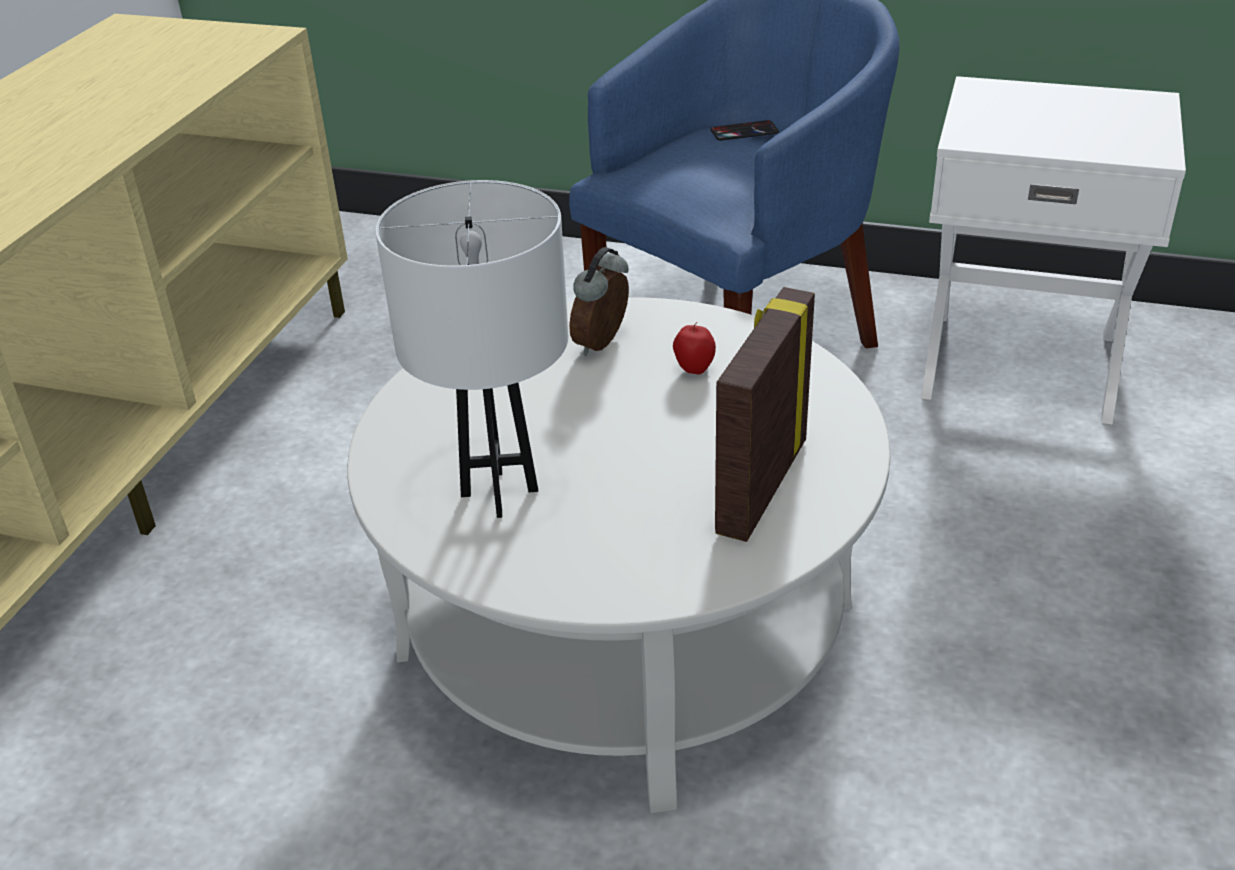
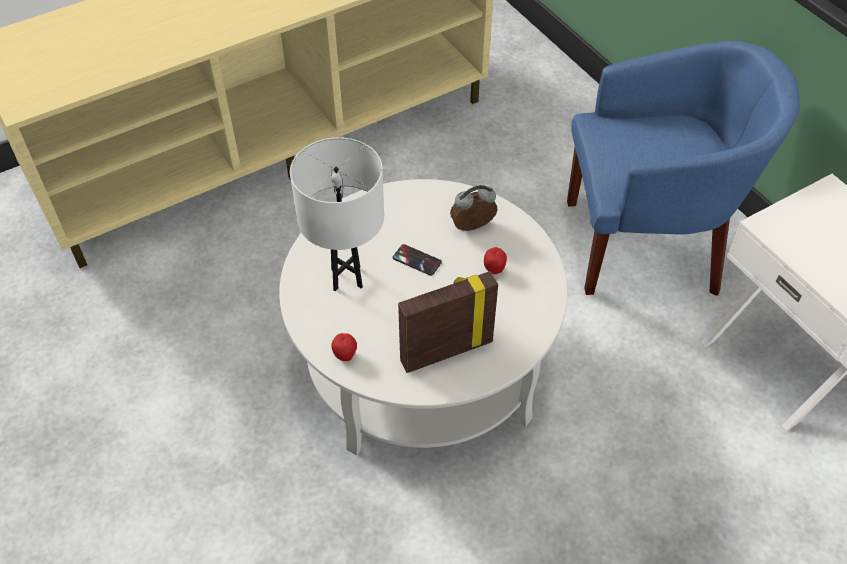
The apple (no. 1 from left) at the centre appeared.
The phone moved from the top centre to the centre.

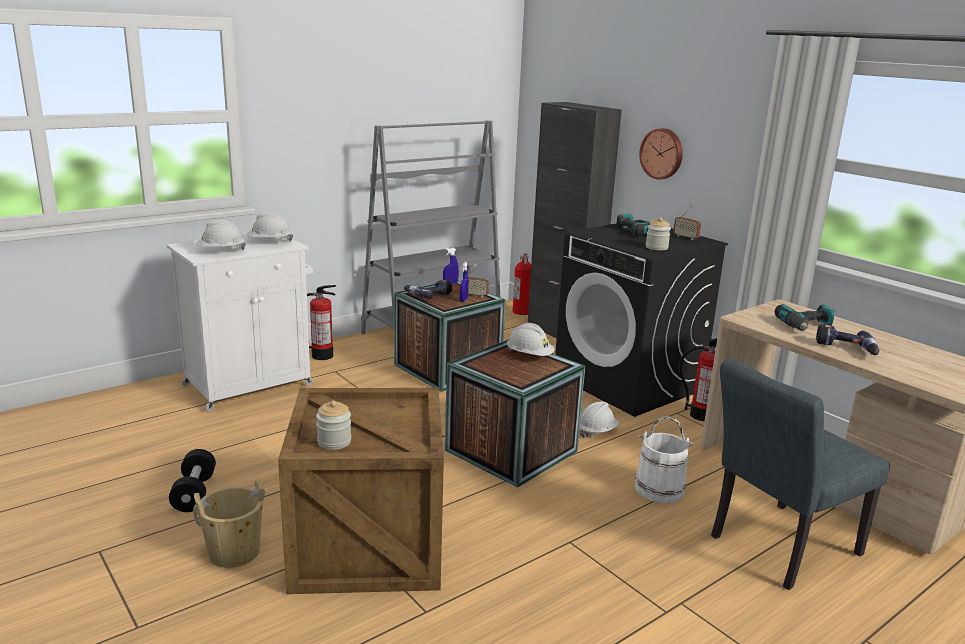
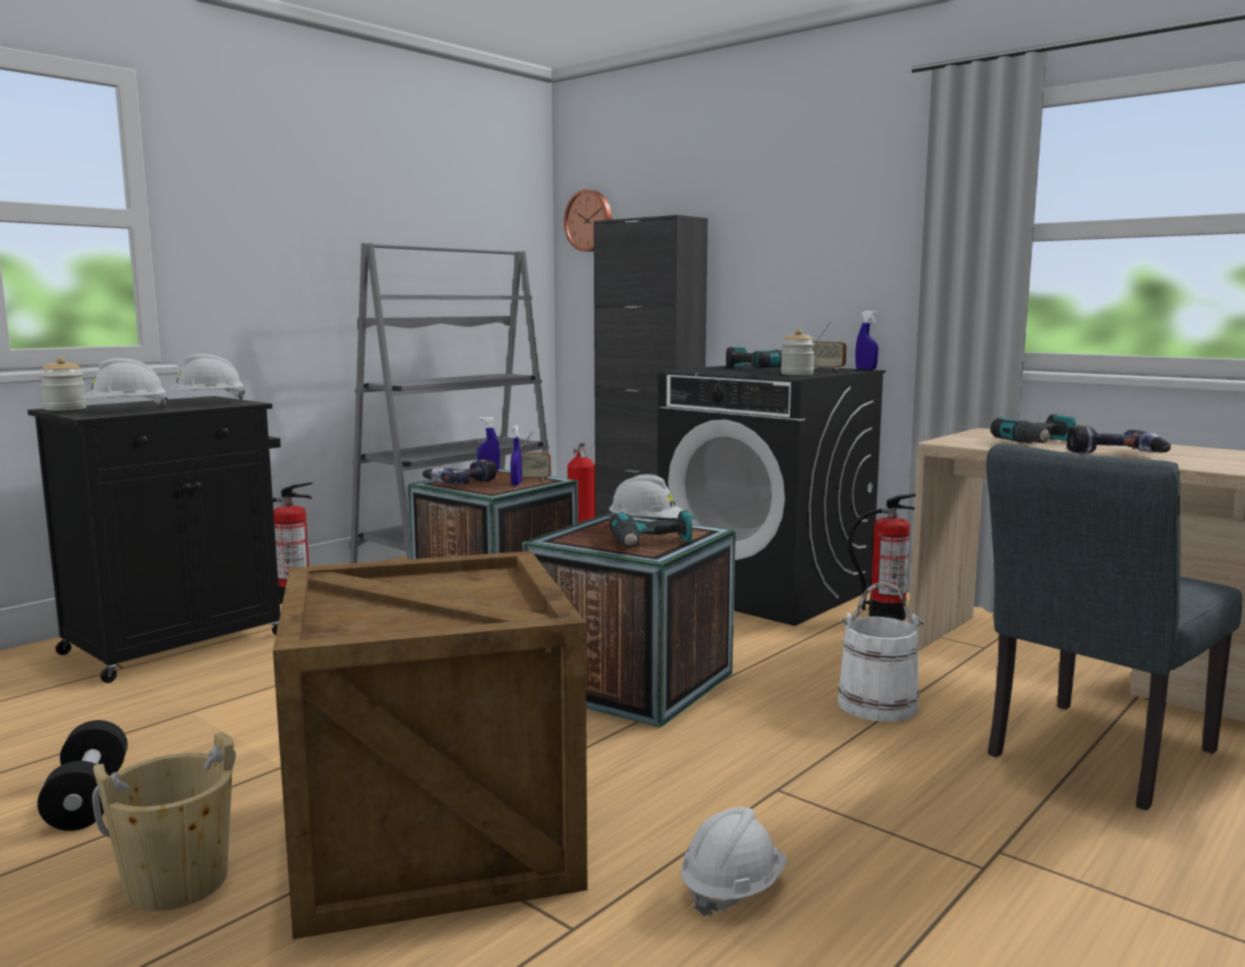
The cabinet in white at the middle left became the cabinet in black (no. 1 from left) at the middle left.
The jar (no. 1 from left) moved from the centre to the middle left.
The wall clock moved from the top right to the top centre.
The power drill (no. 2 from left) at the centre appeared.
The hard hat in white (no. 4 from left) moved from the centre to the bottom centre.
The spray bottle in blue (no. 3 from left) at the middle right appeared.

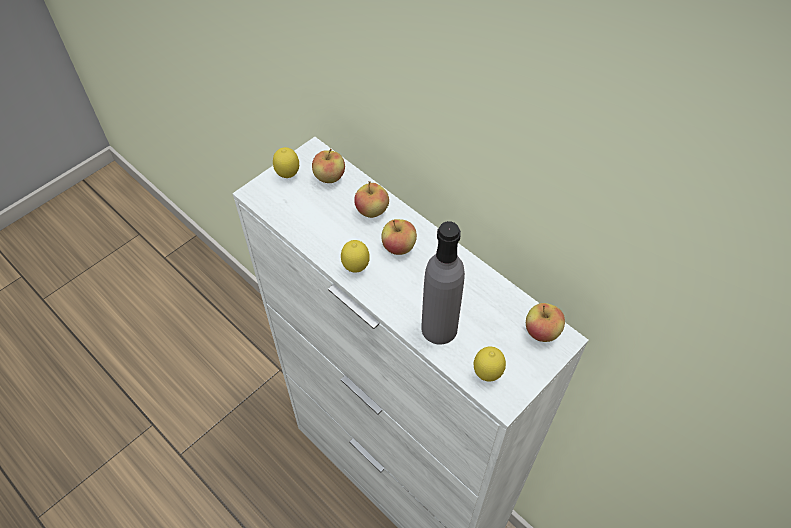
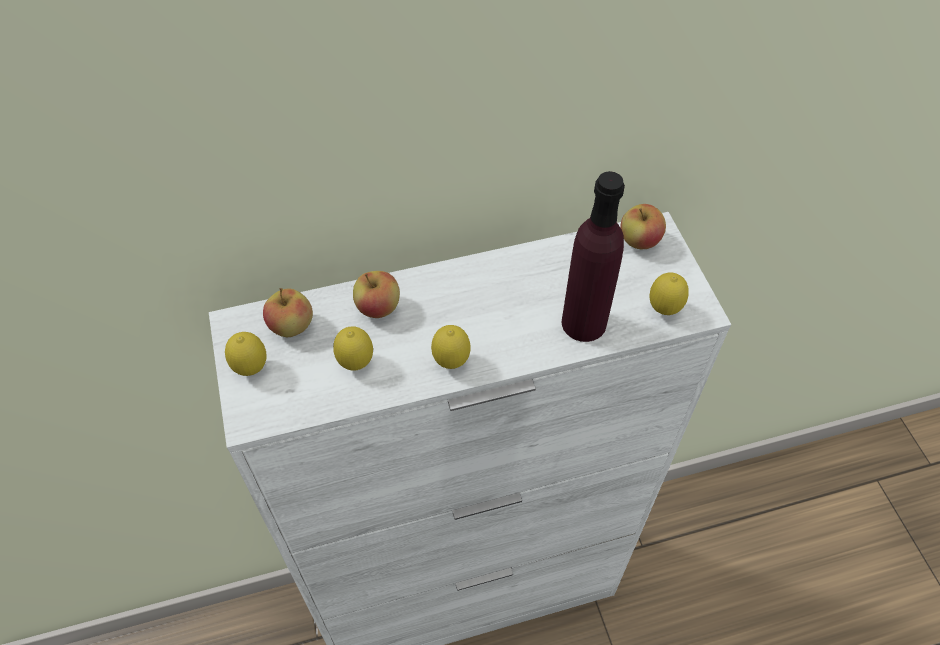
The lemon (no. 2 from left) at the centre appeared.
The bottle in grey at the centre became the bottle in purple at the centre.
The apple (no. 3 from left) at the centre disappeared.

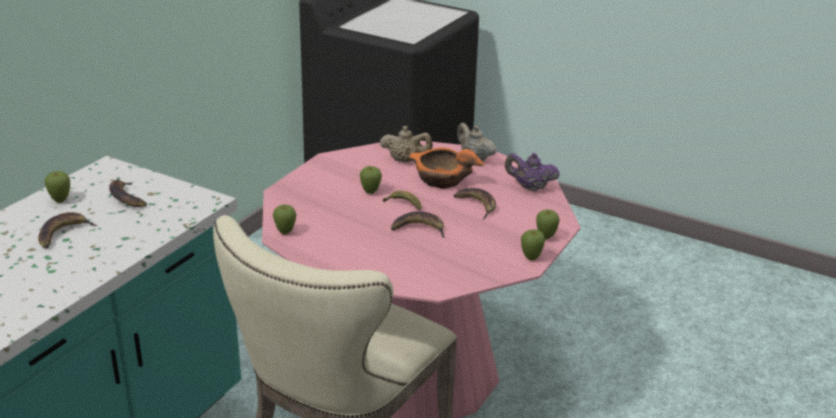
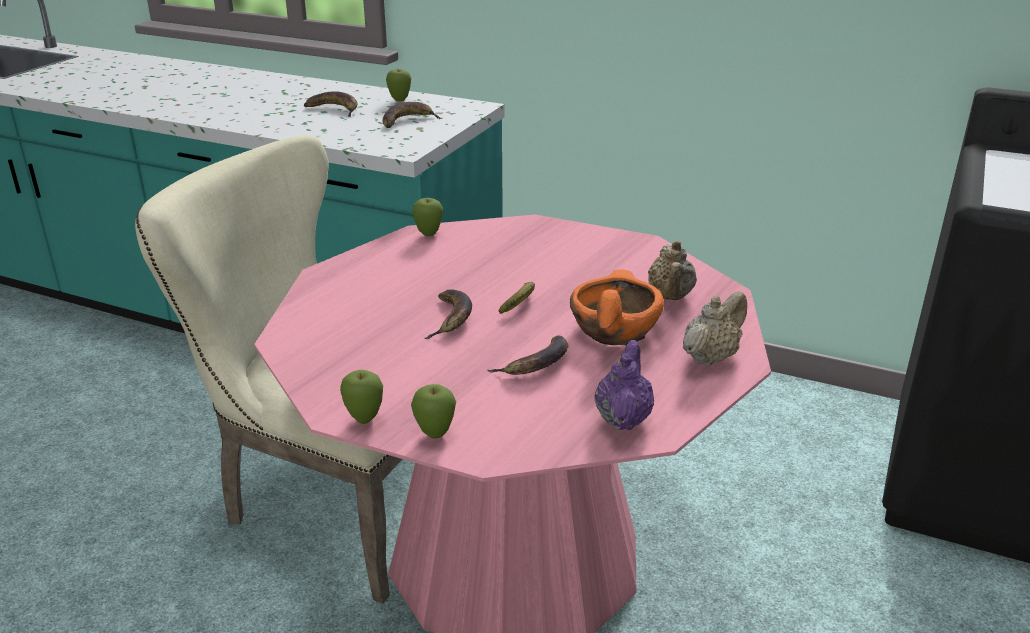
The apple (no. 3 from left) at the centre disappeared.

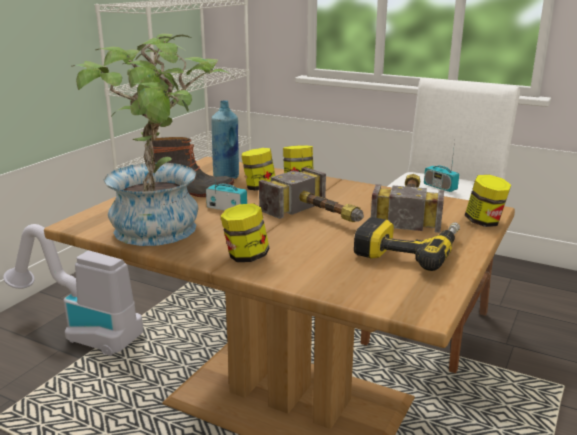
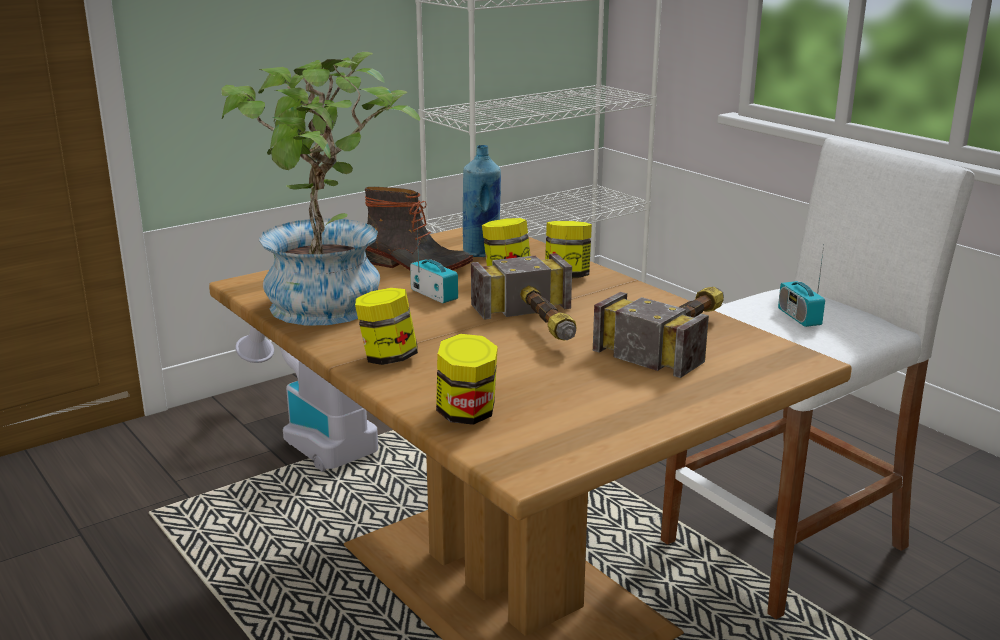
The jar (no. 4 from left in the first image) moved from the middle right to the centre.
The power drill at the middle right disappeared.

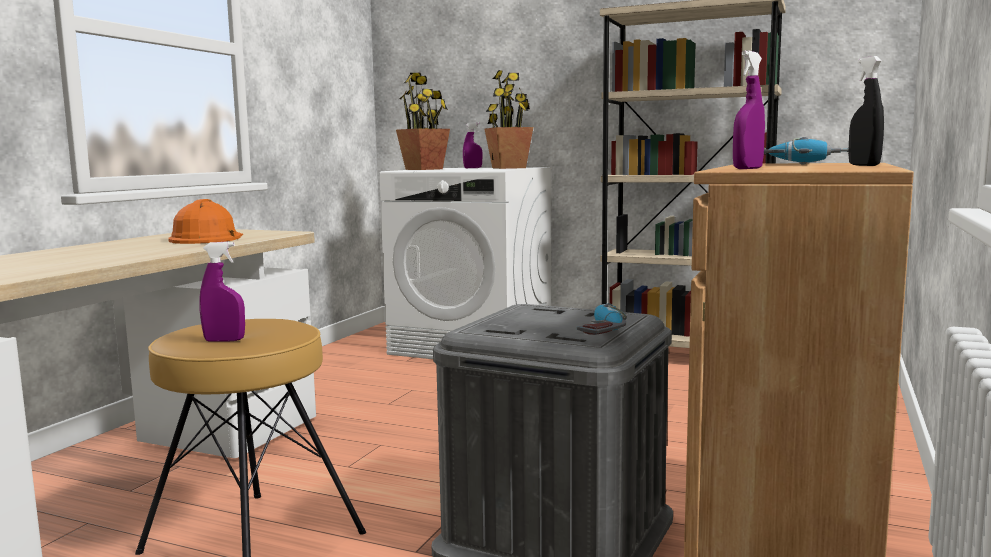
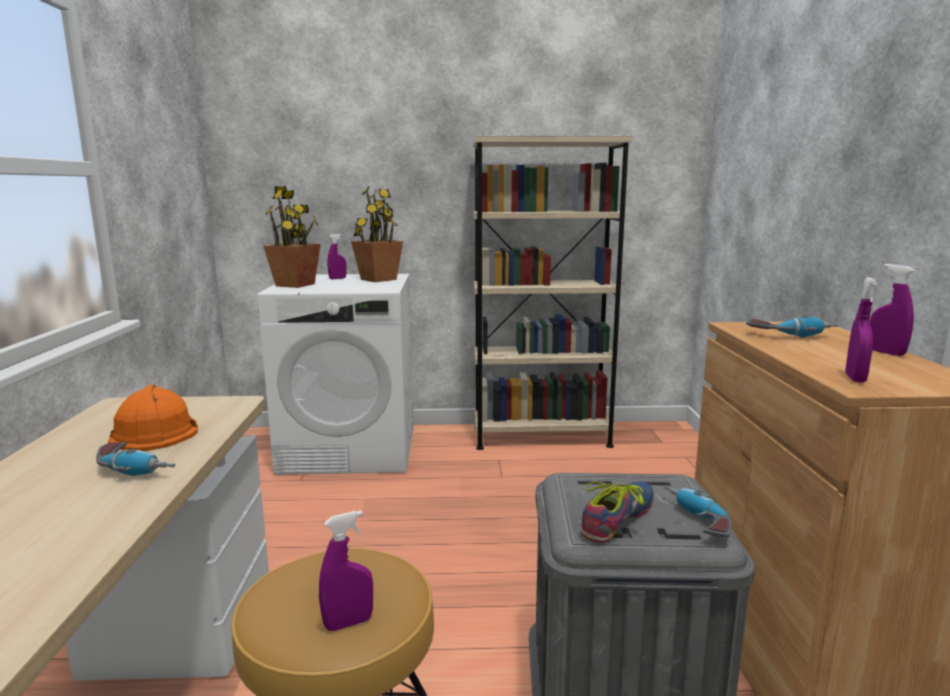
The power drill (no. 1 from left) at the middle left appeared.
The shoe at the bottom centre appeared.
The spray bottle in black at the top right became the spray bottle in purple (no. 4 from left) at the middle right.

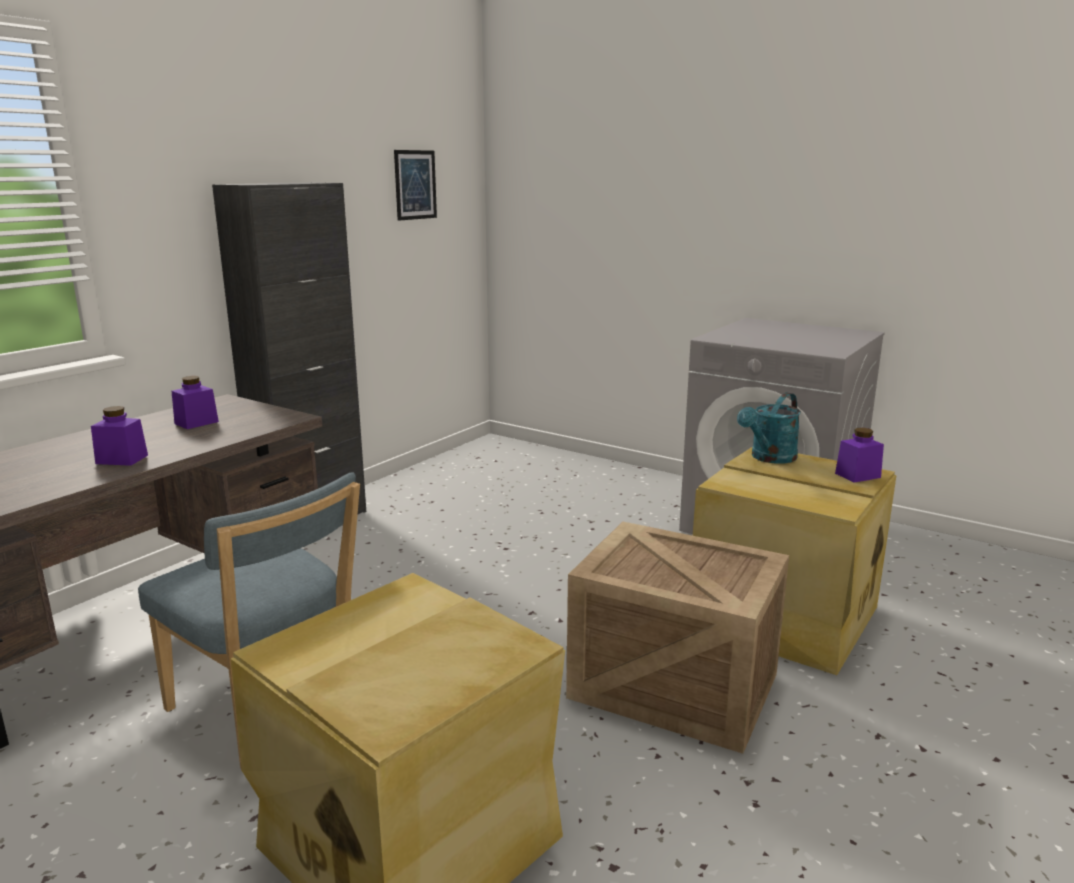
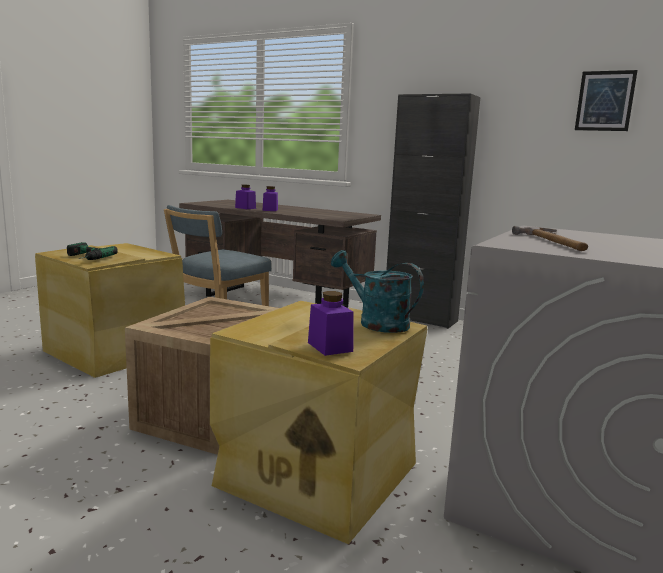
The power drill at the middle left appeared.
The jar in purple (no. 2 from left in the first image) moved from the middle left to the centre.
The hammer at the middle right appeared.

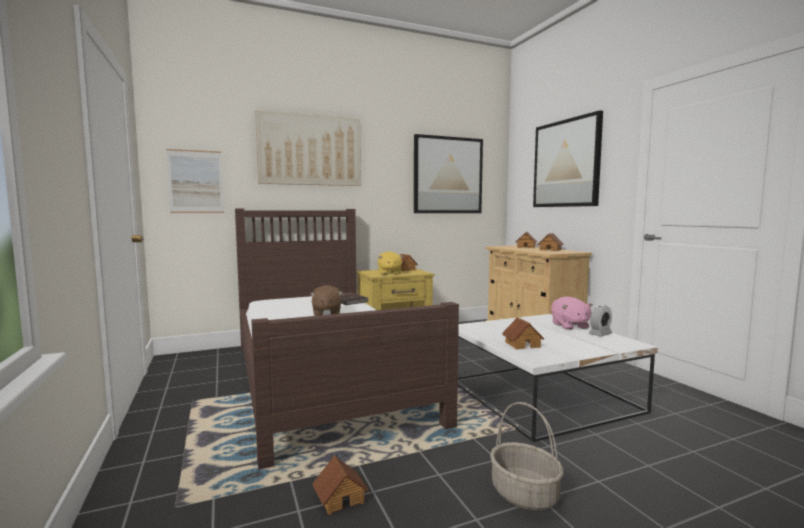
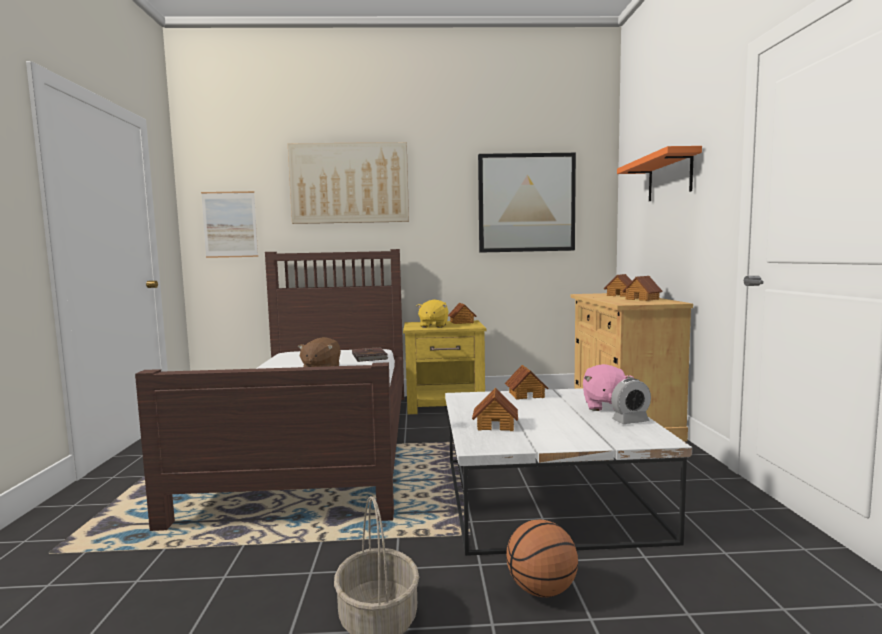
The toy house (no. 1 from left in the first image) moved from the bottom centre to the centre.
The basketball at the bottom centre appeared.
The picture (no. 4 from left) at the top right was replaced by the shelf in orange at the top right.

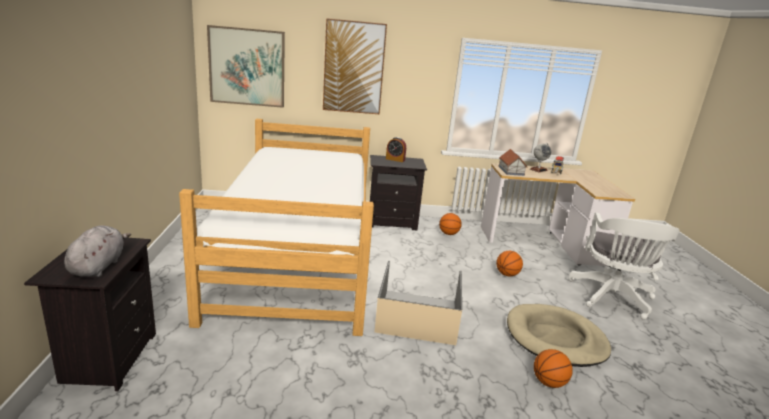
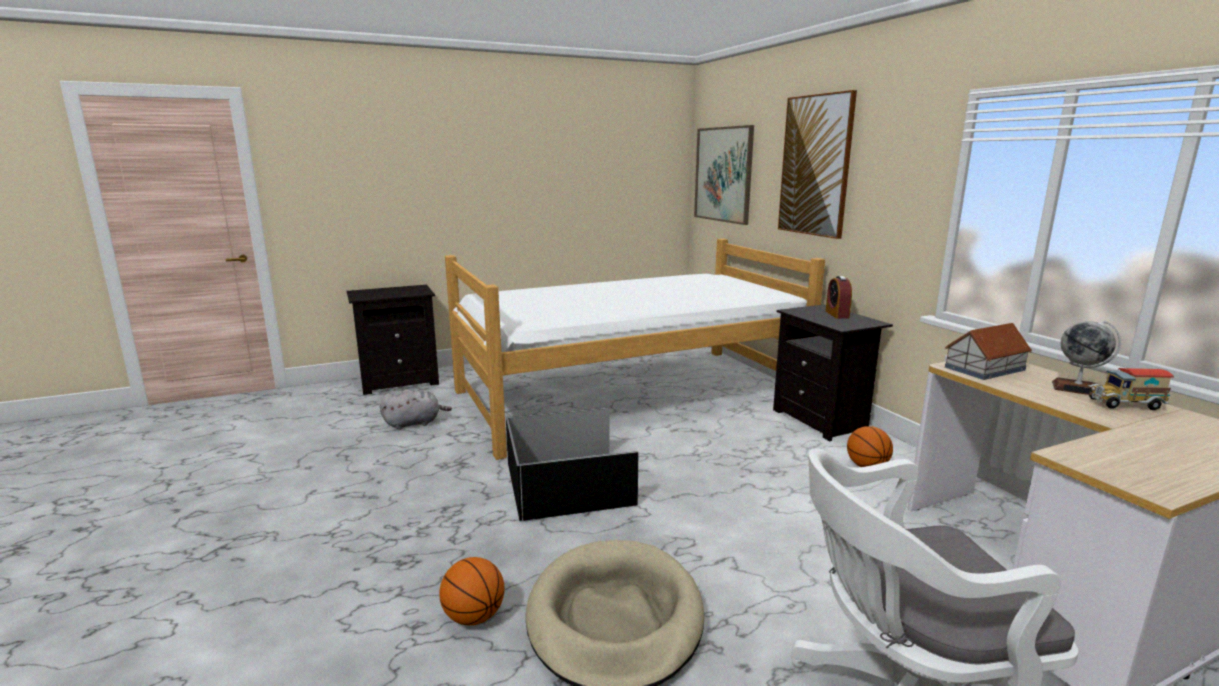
The plush toy in grey moved from the middle left to the centre.
The storage box in beige at the bottom centre became the storage box in black at the bottom centre.
The basketball (no. 2 from left) at the centre disappeared.

